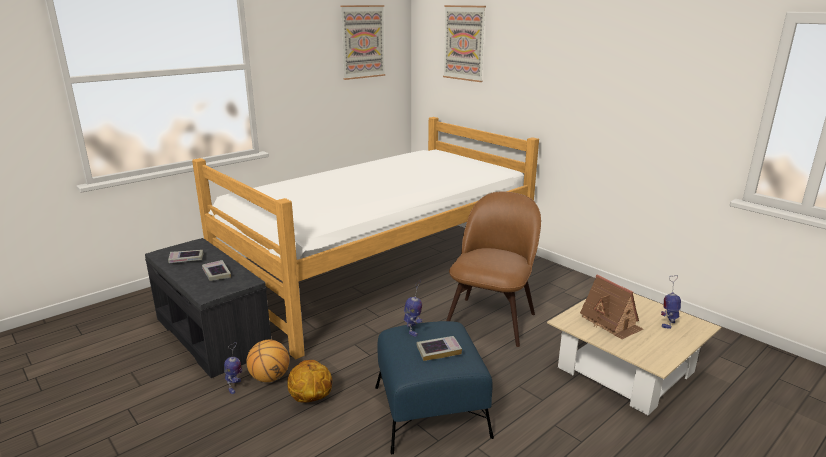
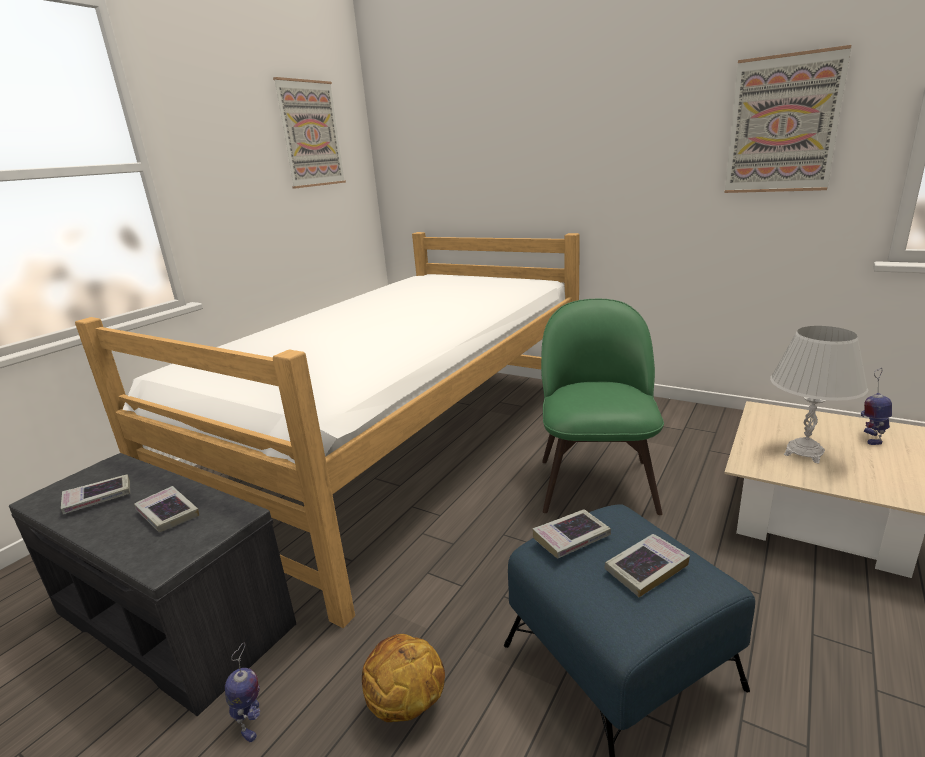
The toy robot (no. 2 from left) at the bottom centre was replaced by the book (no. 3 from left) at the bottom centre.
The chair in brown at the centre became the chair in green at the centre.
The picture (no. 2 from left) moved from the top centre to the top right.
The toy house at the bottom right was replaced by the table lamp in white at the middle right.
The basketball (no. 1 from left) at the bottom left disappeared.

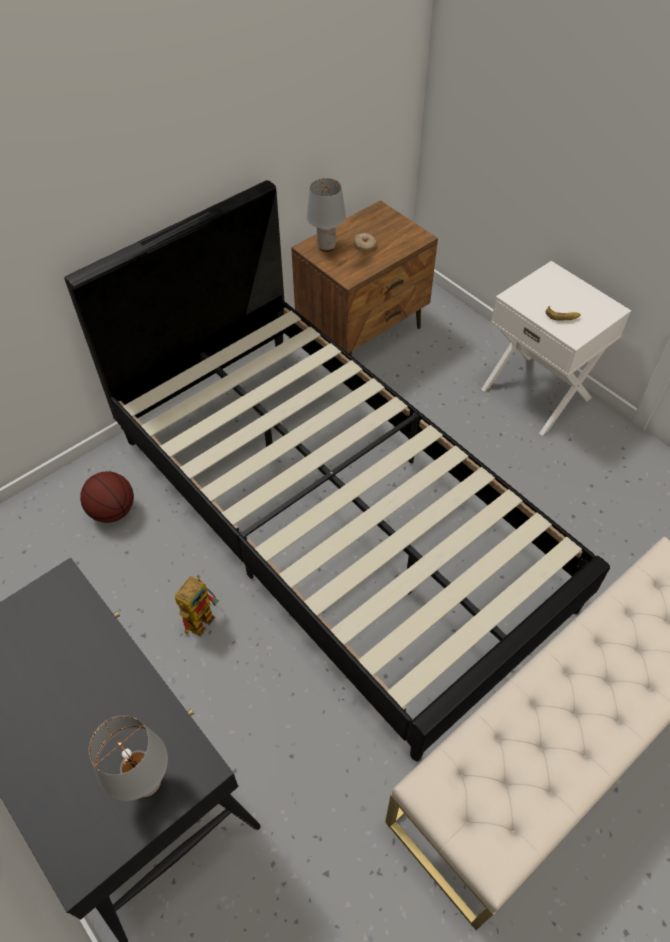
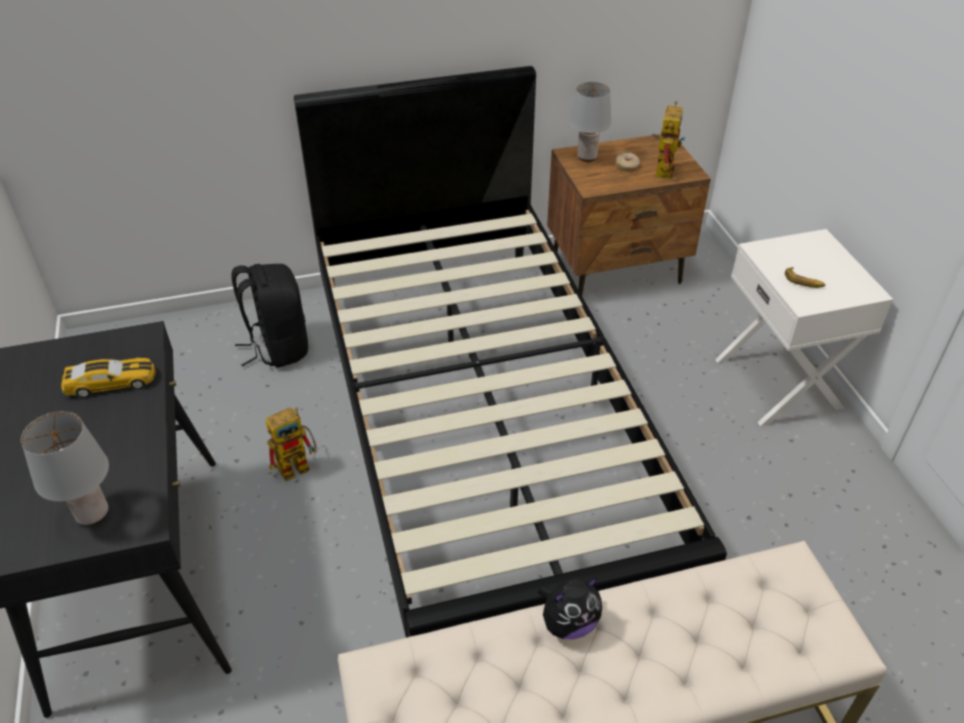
The toy car at the middle left appeared.
The basketball at the middle left was replaced by the backpack in black at the middle left.
The plush toy at the bottom centre appeared.
The toy robot (no. 2 from left) at the top right appeared.

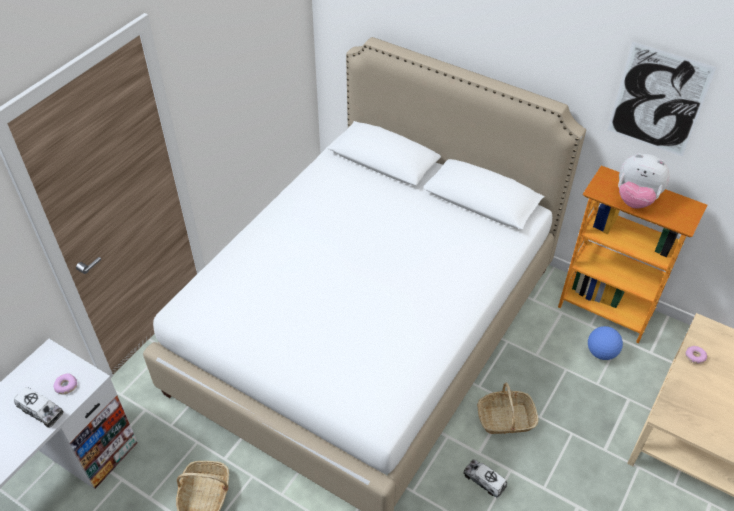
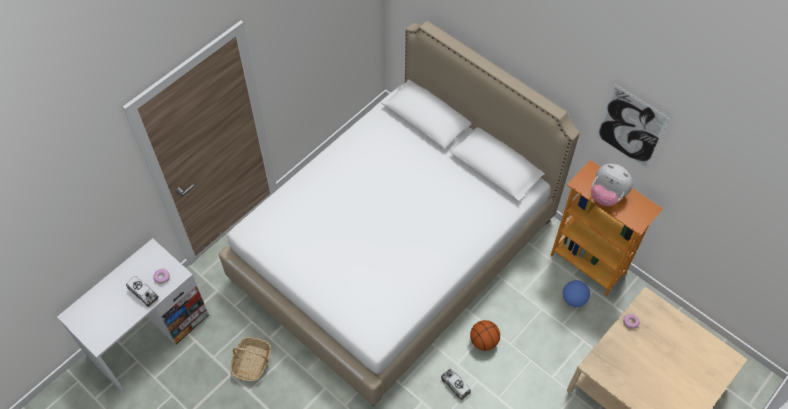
The basket (no. 2 from left) at the bottom right was replaced by the basketball at the bottom centre.

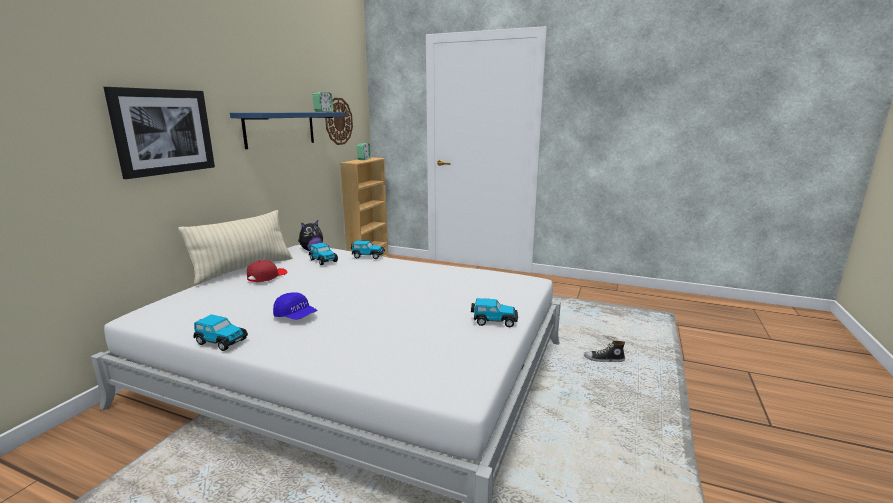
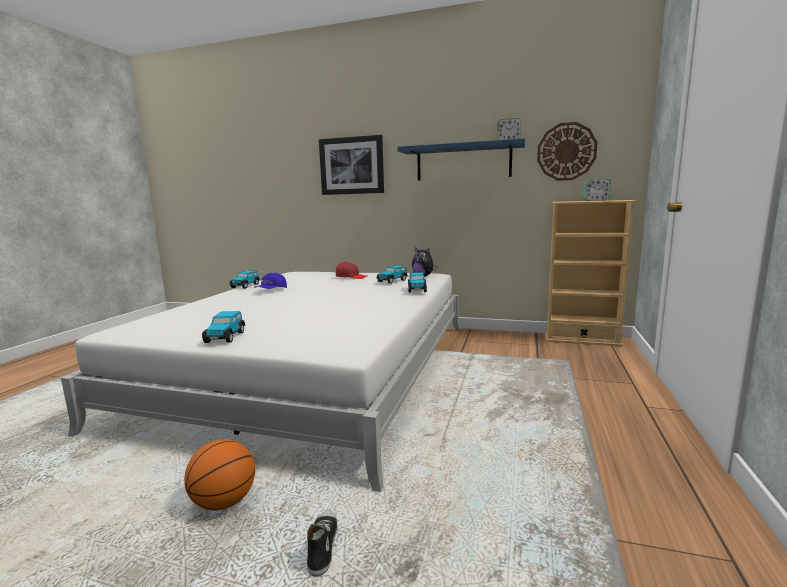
The basketball at the bottom left appeared.
The pillow in beige at the middle left disappeared.

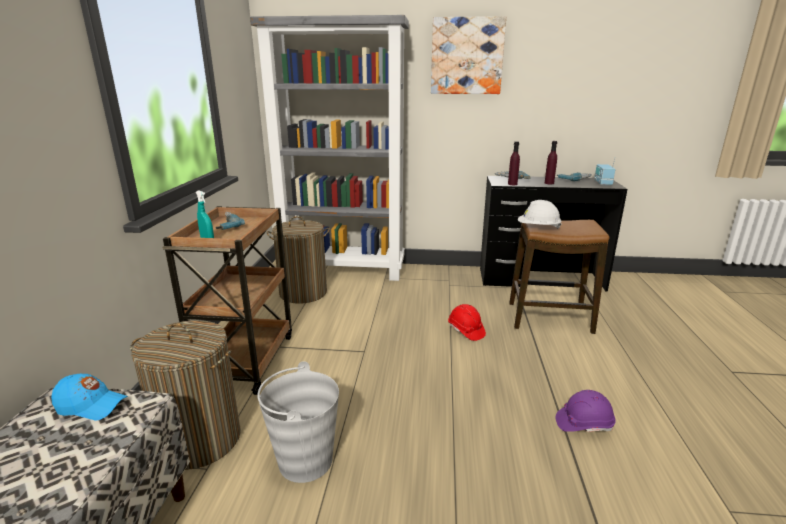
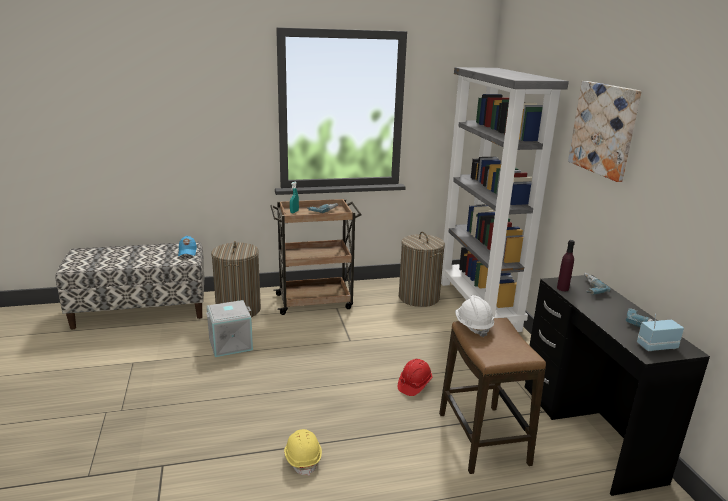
The bucket in grey at the bottom centre was replaced by the storage box in grey at the middle left.
The hard hat in purple at the bottom right became the hard hat in yellow at the bottom centre.
The bottle in purple (no. 2 from left) at the top right disappeared.

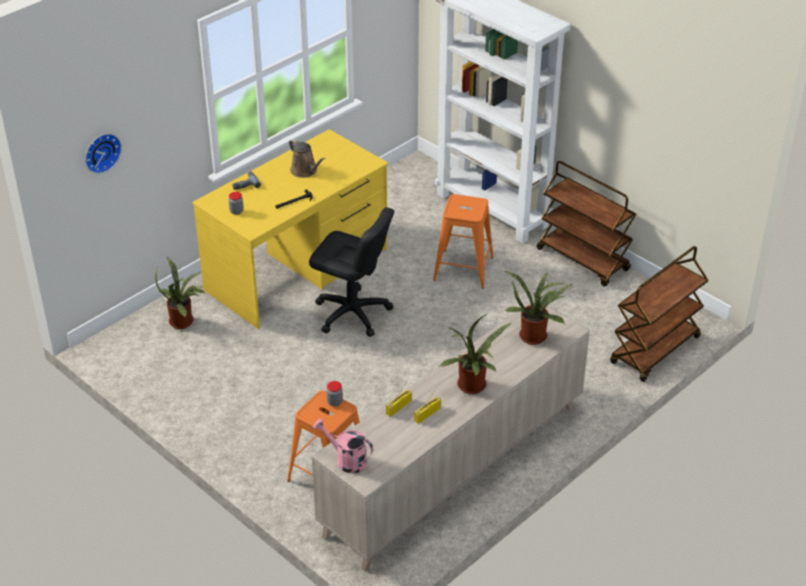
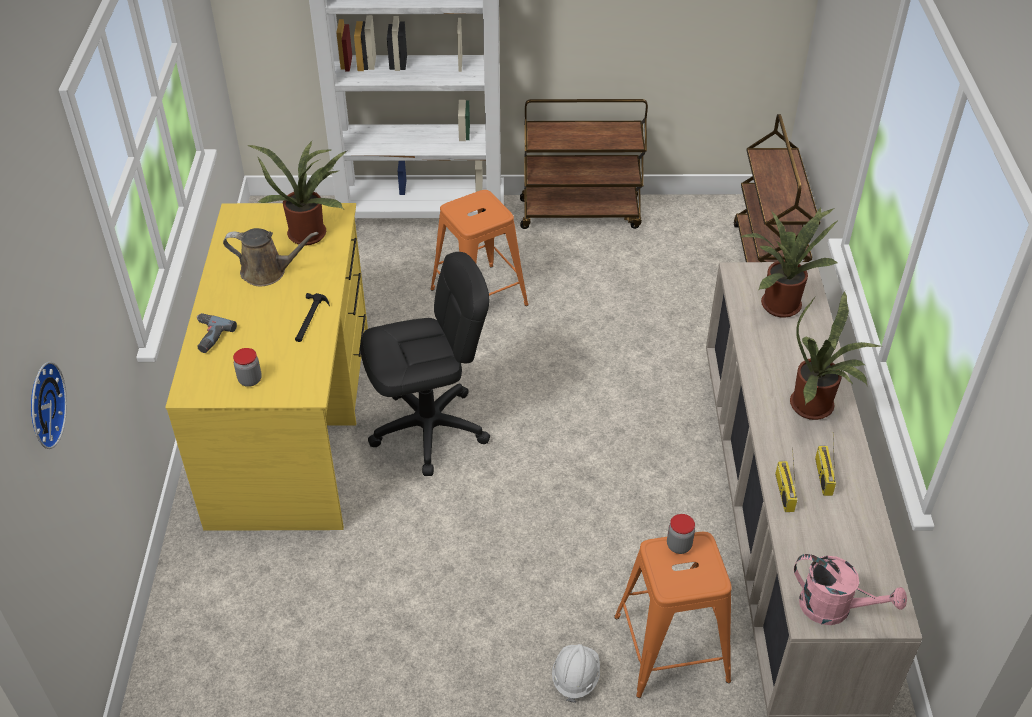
The potted plant (no. 1 from left) moved from the middle left to the top left.
The hard hat in white at the bottom centre appeared.
The watering can in pink at the bottom centre turned 135 degrees counterclockwise.

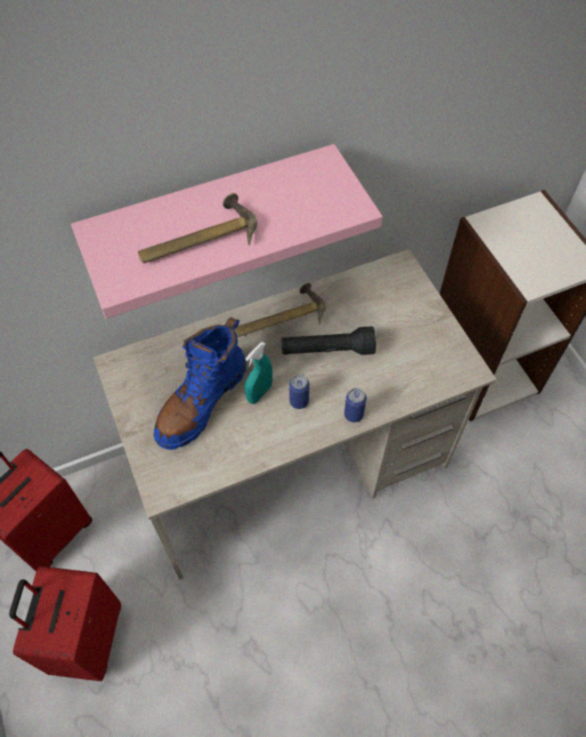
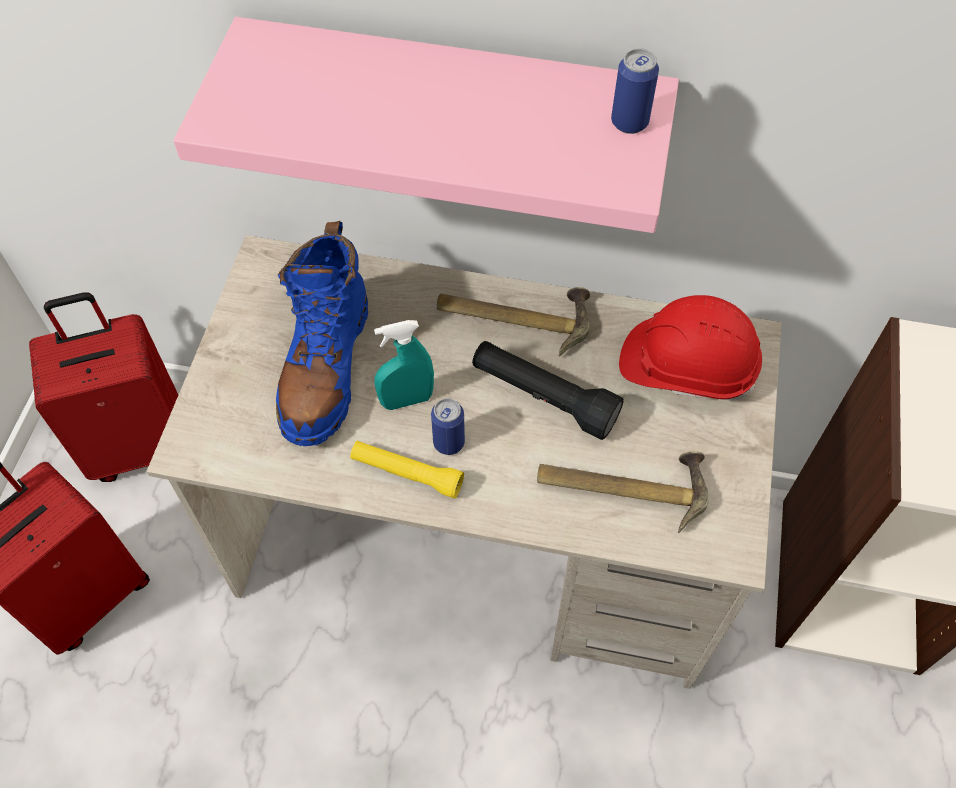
The boot in blue at the centre turned 60 degrees counterclockwise.
The flashlight in yellow at the centre appeared.
The hammer (no. 1 from left in the first image) moved from the top centre to the centre.
The can (no. 2 from left) moved from the centre to the top centre.
The hard hat in red at the middle right appeared.

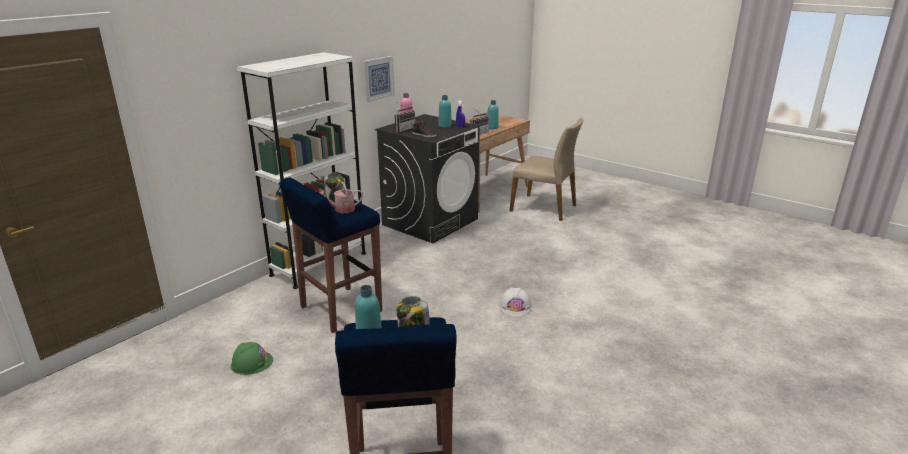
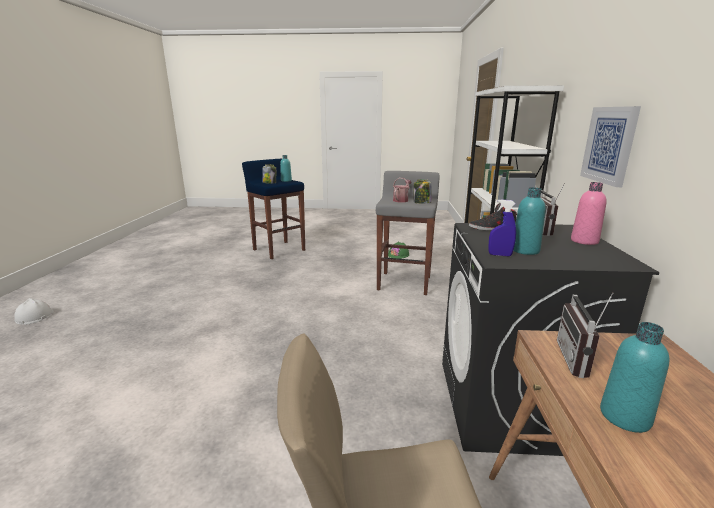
The hard hat in white moved from the centre to the middle left.
The stool in blue (no. 1 from left) at the centre became the stool in grey at the centre.

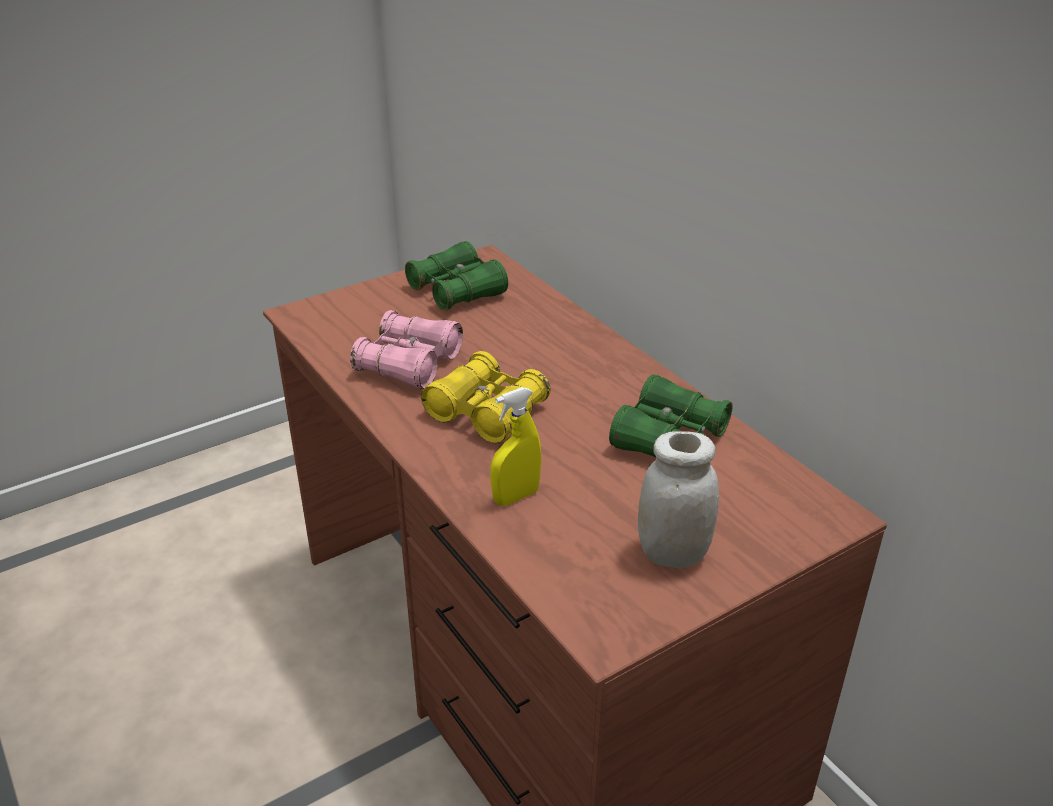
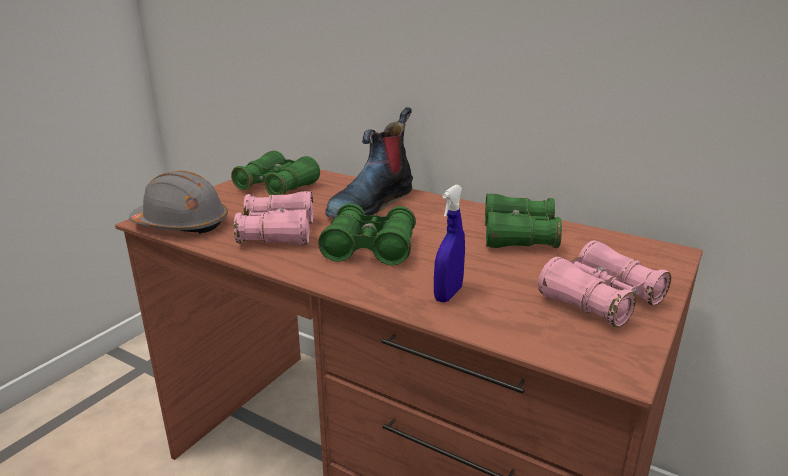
The hard hat in grey at the middle left appeared.
The binoculars in yellow at the centre became the binoculars in green (no. 2 from left) at the centre.
The boot at the centre appeared.
The spray bottle in yellow at the centre became the spray bottle in blue at the centre.
The jar in white at the centre was replaced by the binoculars in pink (no. 2 from left) at the middle right.

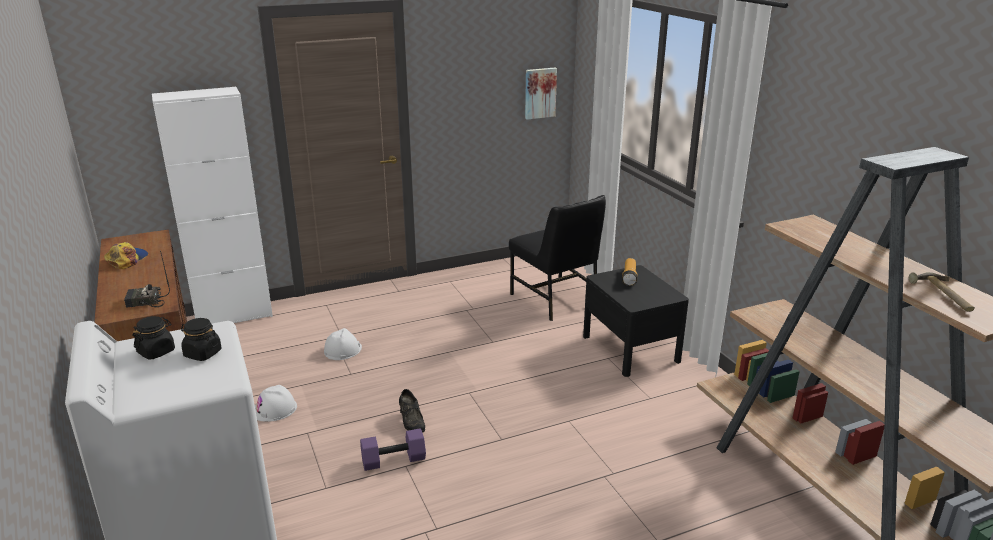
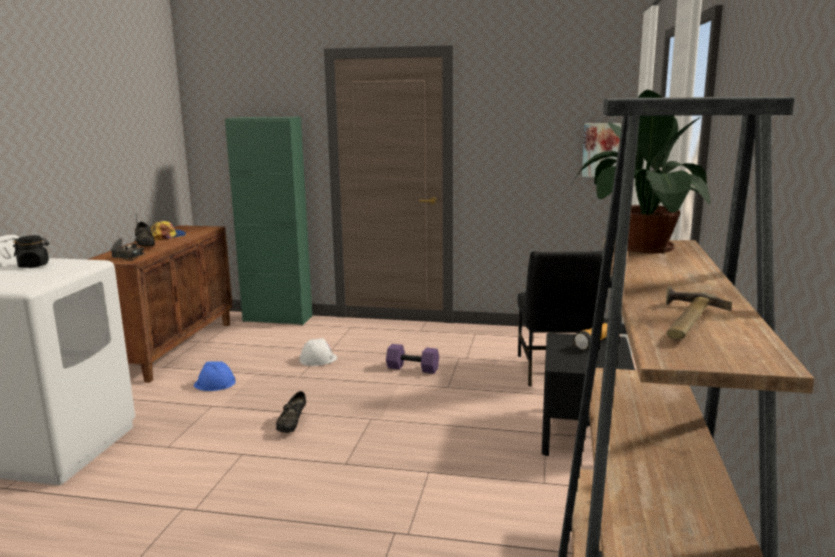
The shoe in black (no. 1 from left) at the middle left appeared.
The hard hat in white (no. 1 from left) at the bottom left became the hard hat in blue at the bottom left.
The cabinet in white at the middle left became the cabinet in green at the middle left.
The dumbbell in purple moved from the bottom centre to the centre.
The potted plant at the top right appeared.
The jar in black (no. 2 from left) at the middle left disappeared.

